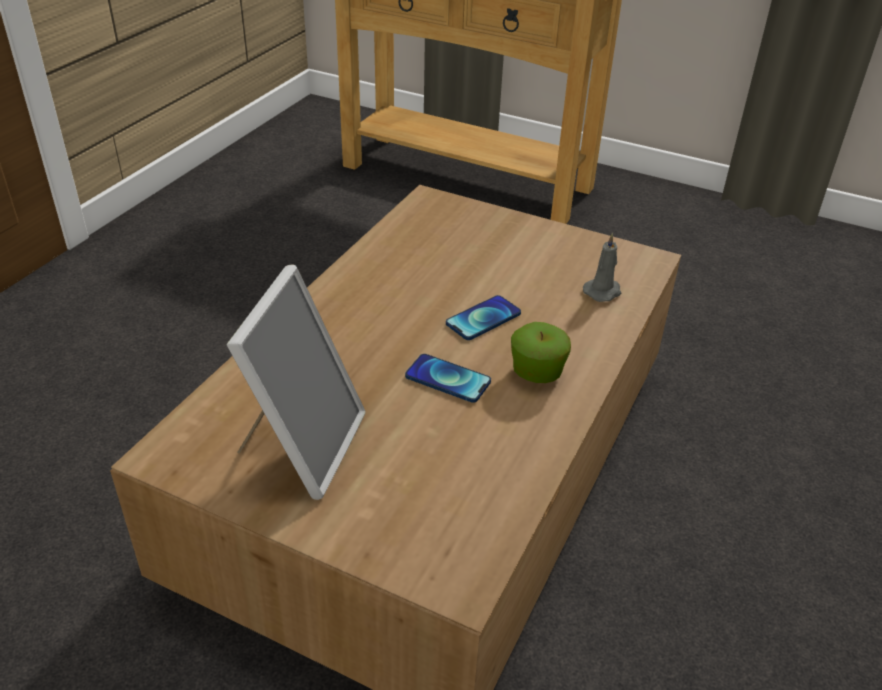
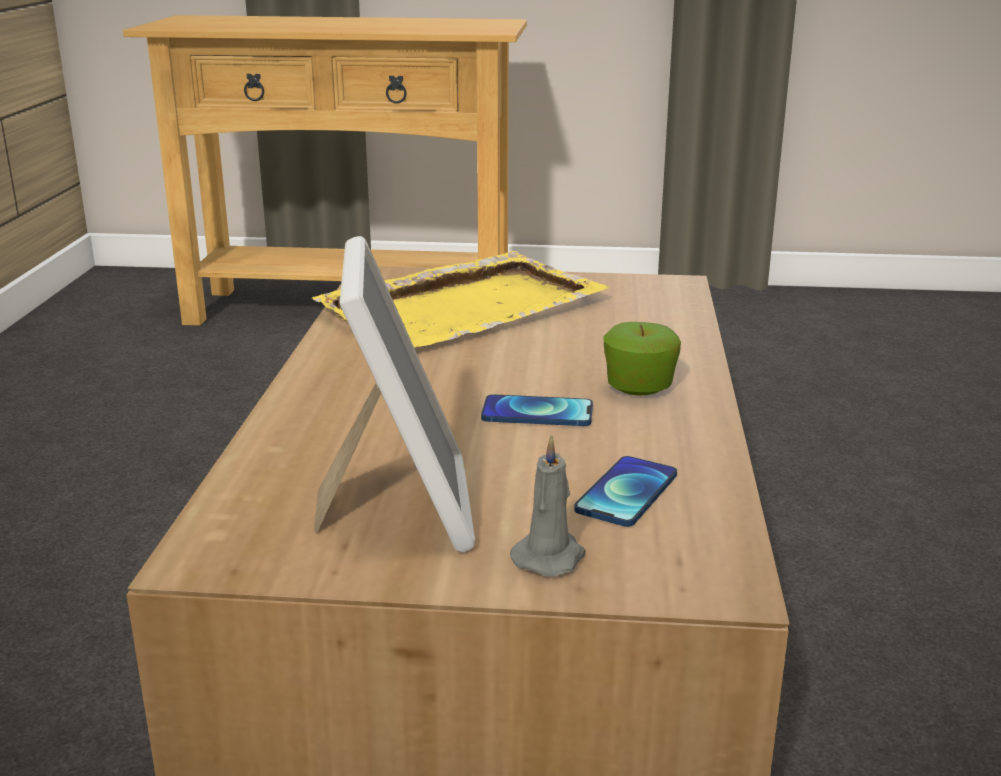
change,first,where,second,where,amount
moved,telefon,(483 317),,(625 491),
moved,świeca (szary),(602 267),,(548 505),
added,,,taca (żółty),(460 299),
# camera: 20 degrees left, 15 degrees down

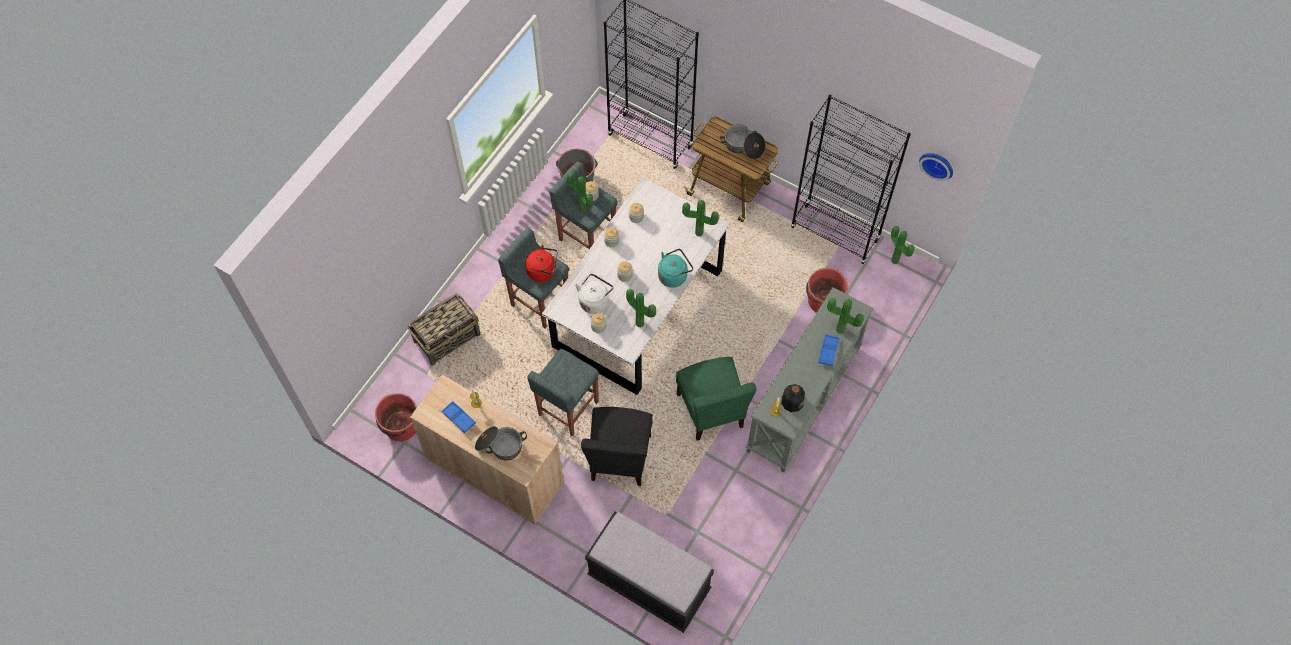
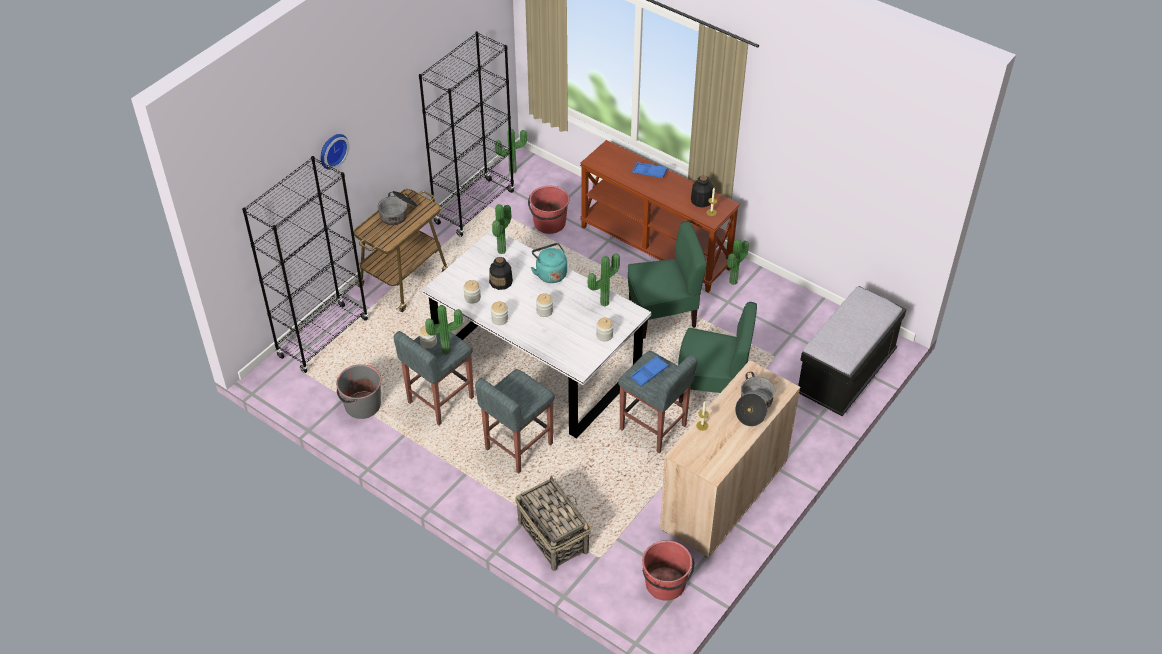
change,first,where,second,where,amount
moved,taca (niebieski),(459 417),,(649 371),
removed,czajnik (czerwony),(542 263),,,
removed,czajnik (biały),(594 294),,,
recoloured,krzesło (czarny),(617 446),krzesło (zielony),(717 352),
recoloured,stolik konsolowy (szary),(810 380),stolik konsolowy (brązowy),(660 216),
moved,roślina doniczkowa,(845 316),,(738 262),
moved,zegar ścienny,(936 167),,(335 152),
added,,,butelka,(501 273),
# camera: 85 degrees left, 15 degrees down

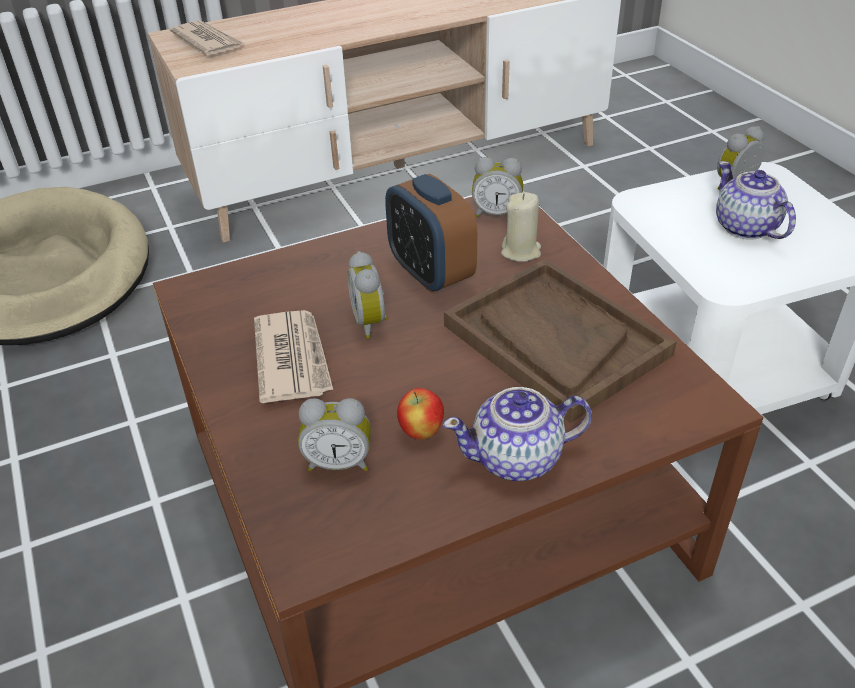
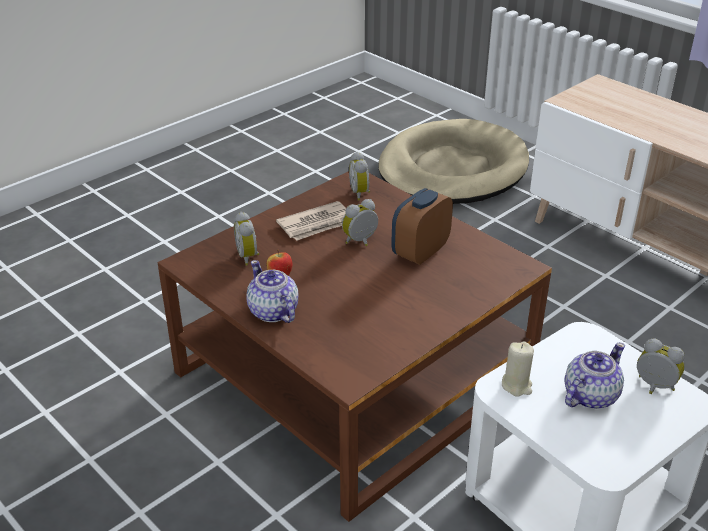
change,first,where,second,where,amount
removed,gazeta,(207 37),,,
removed,taca (brązowy),(560 341),,,
moved,budzik,(497 187),,(359 176),
moved,świeca (beżowy),(521 227),,(518 369),
# camera: 70 degrees right, 5 degrees down

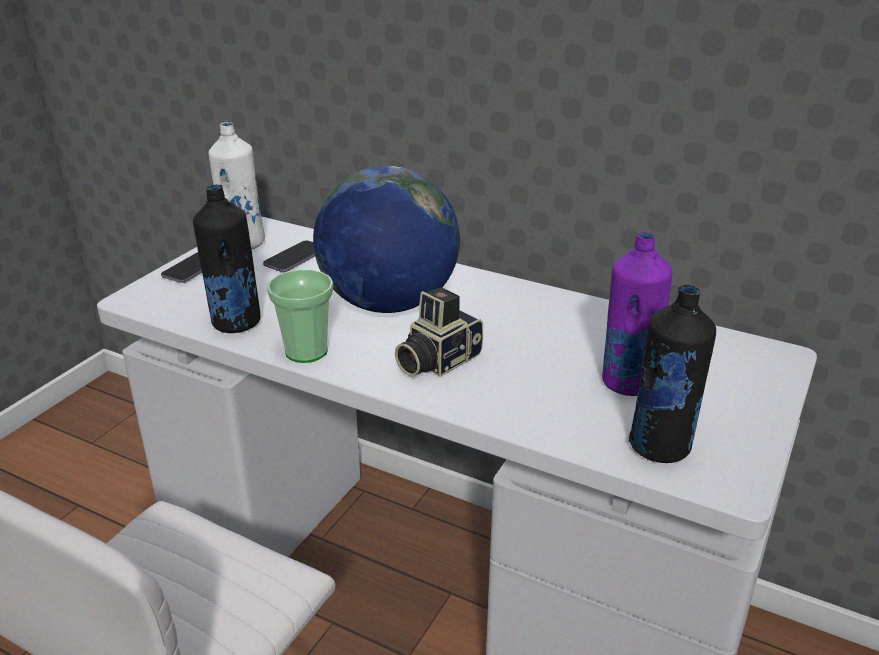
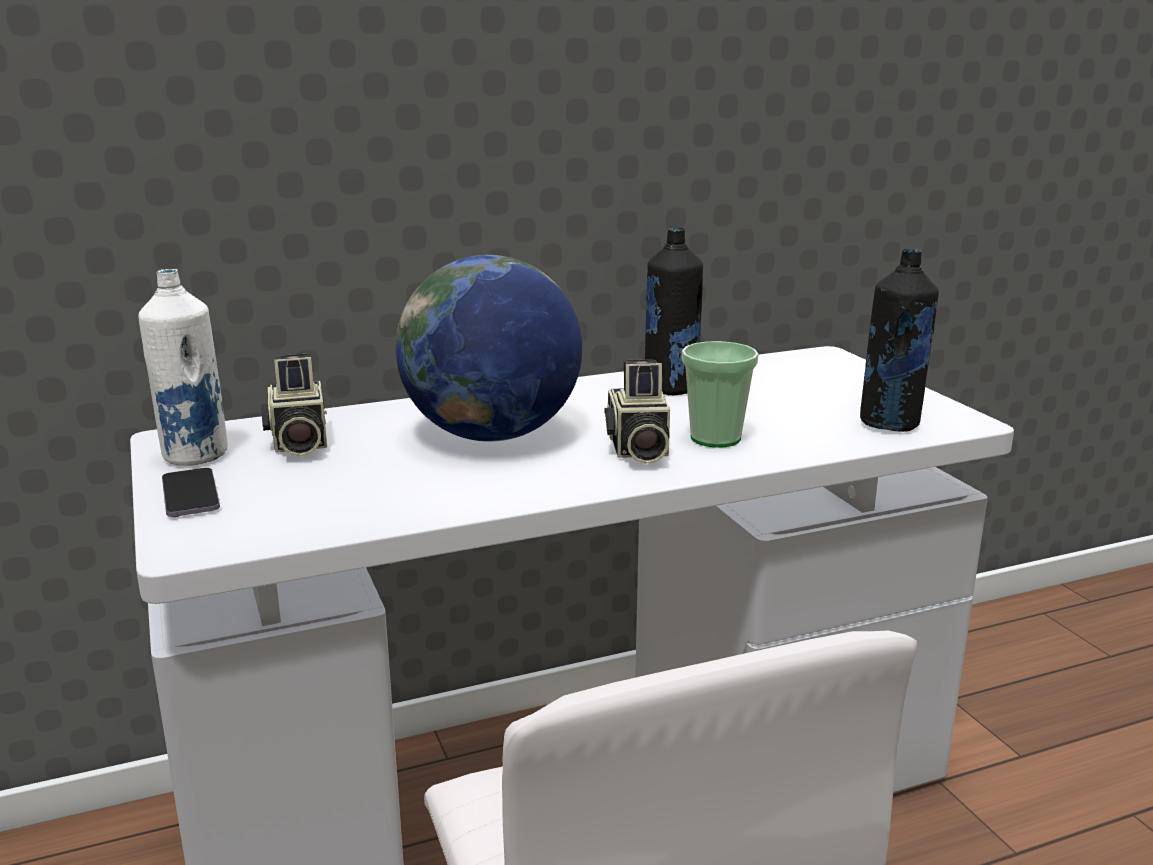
change,first,where,second,where,amount
moved,butelka (czarny),(226 258),,(674 311),
replaced,telefon,(289 256),aparat fotograficzny,(294 405),
moved,filiżanka,(300 316),,(720 394),
removed,butelka (fioletowy),(637 314),,,
# camera: 50 degrees left, 10 degrees down

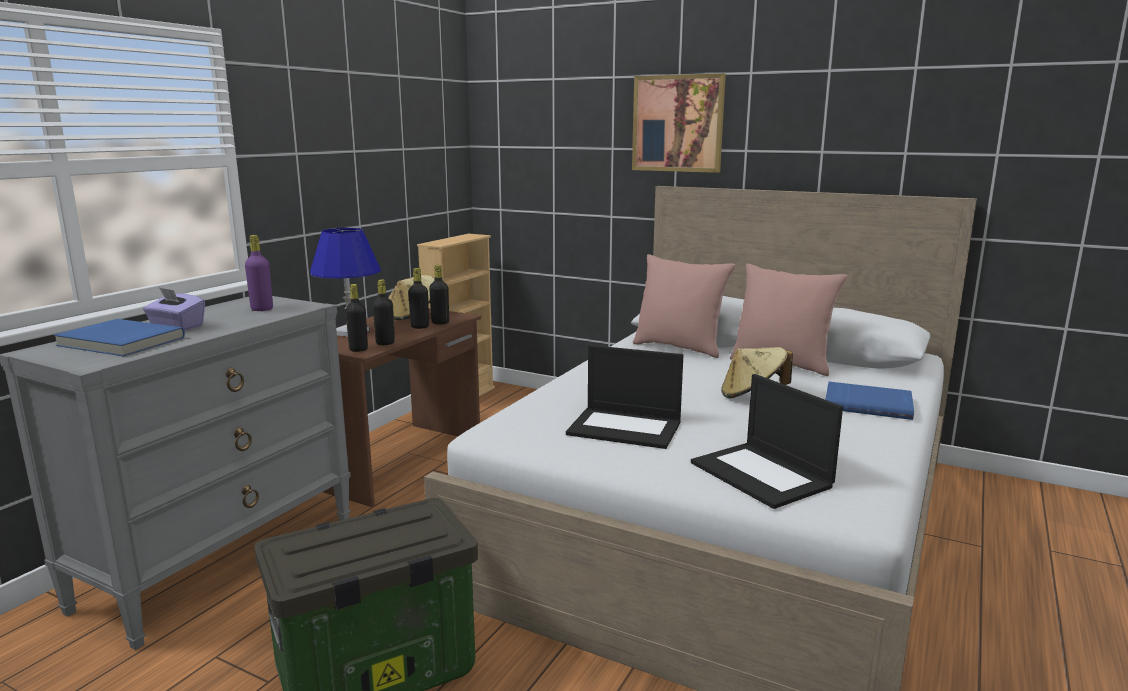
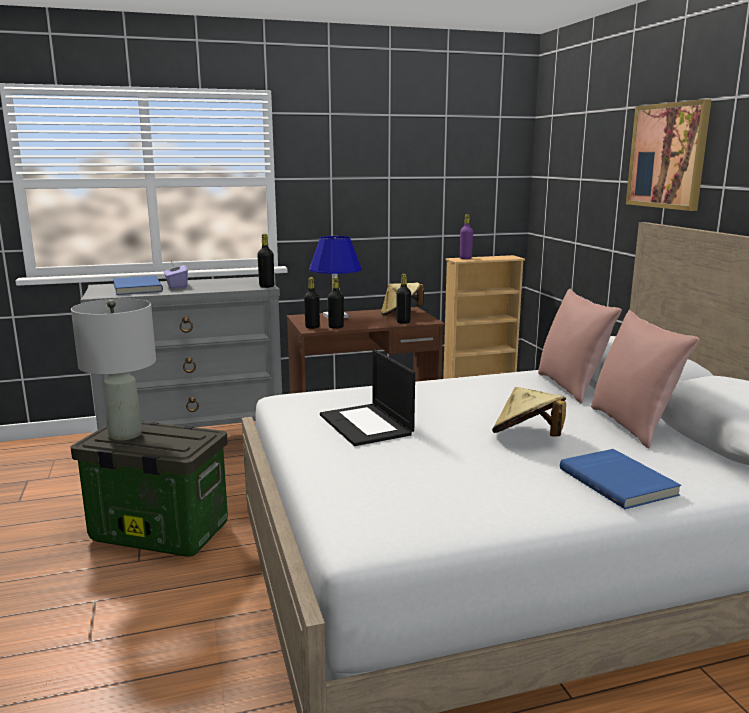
change,first,where,second,where,amount
moved,butelka (fioletowy),(259 273),,(466 236),
moved,butelka (czarny),(418 298),,(265 261),
removed,laptop,(767 441),,,
added,,,lampa stołowa (szary),(113 369),
# camera: 45 degrees right, 0 degrees up

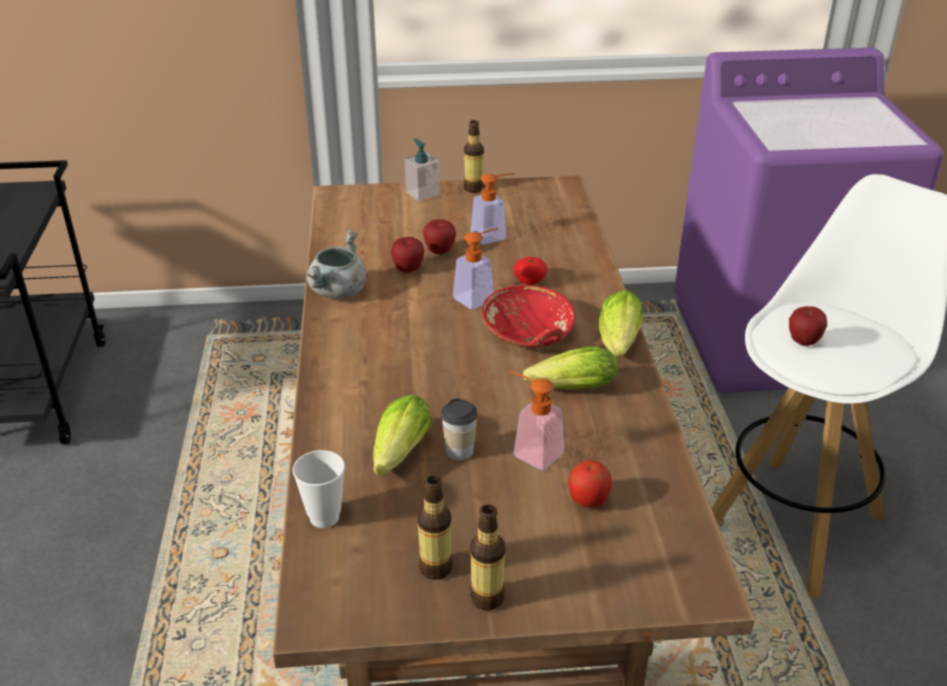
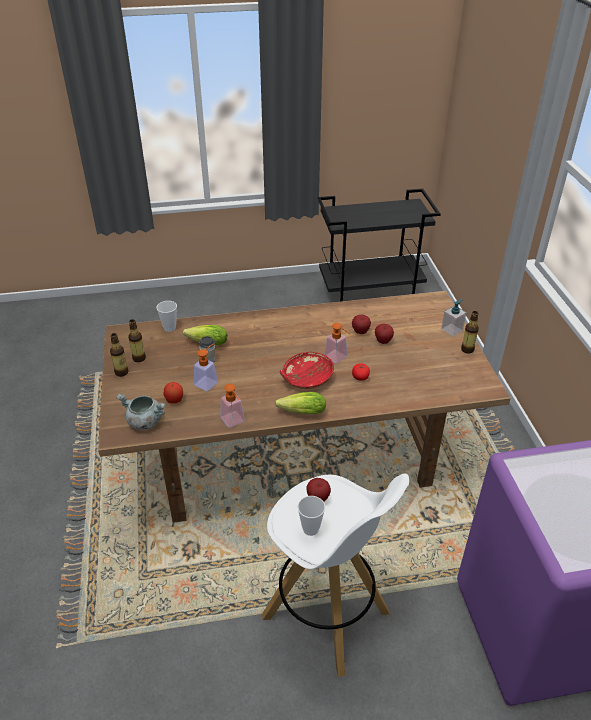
change,first,where,second,where,amount
moved,garnek (szary),(336 264),,(141 412),
moved,dozownik mydła,(493 208),,(232 405),
removed,sałata,(570 368),,,
added,,,filiżanka,(311 516),
# camera: 85 degrees right, 5 degrees up

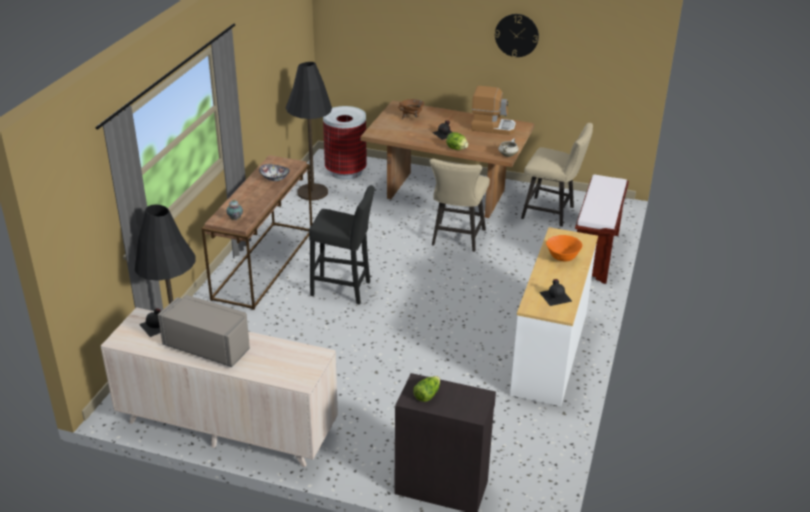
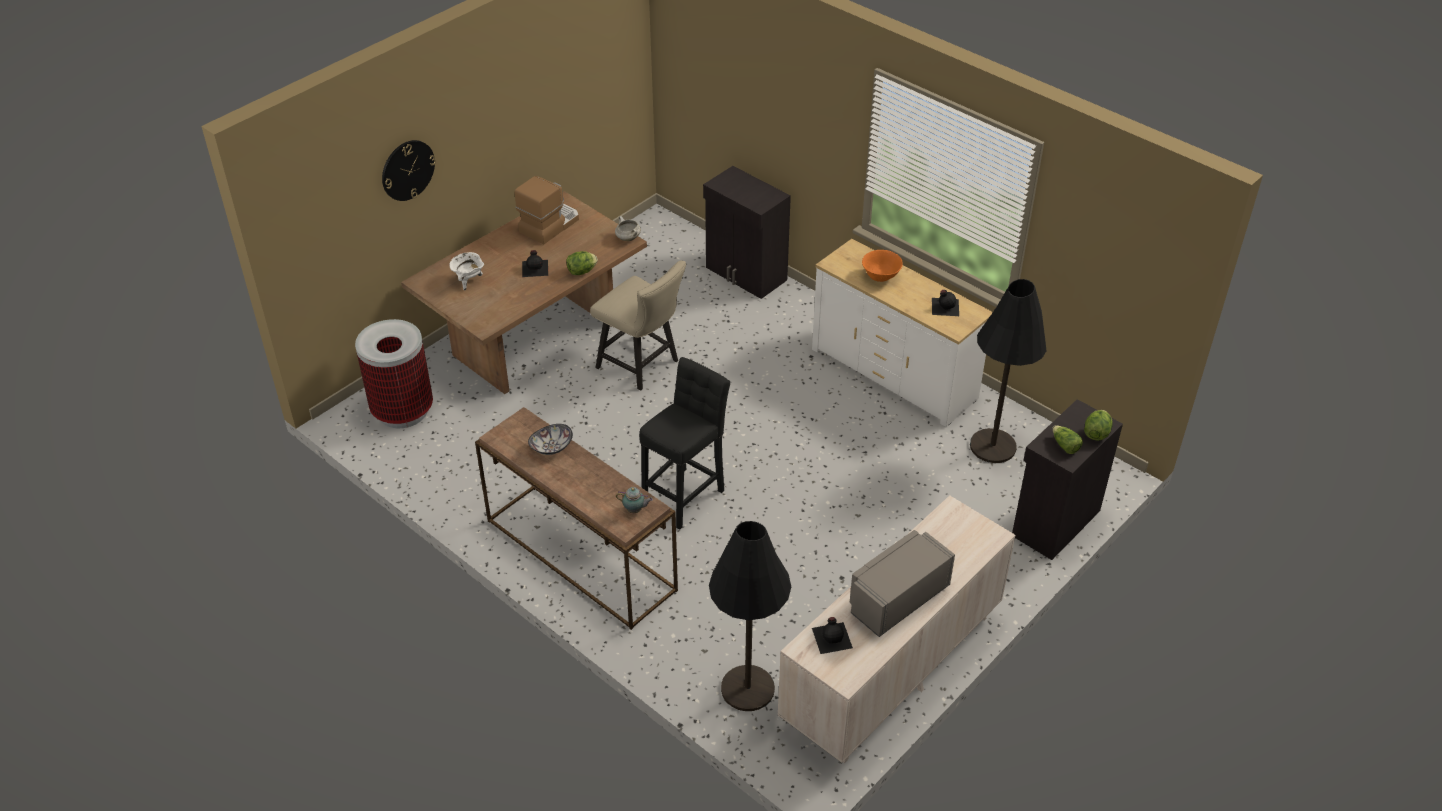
change,first,where,second,where,amount
moved,lampa stojąca (czarny),(309 131),,(1008 371),
recoloured,garnek (brązowy),(411 109),garnek (biały),(466 271),
moved,zegar ścienny,(517 35),,(409 170),
removed,krzesło (beżowy),(557 175),,,
replaced,ławka (brązowy),(602 229),szafka (czarny),(747 232),
added,,,sałata,(1098 425),
# camera: 65 degrees left, 10 degrees up

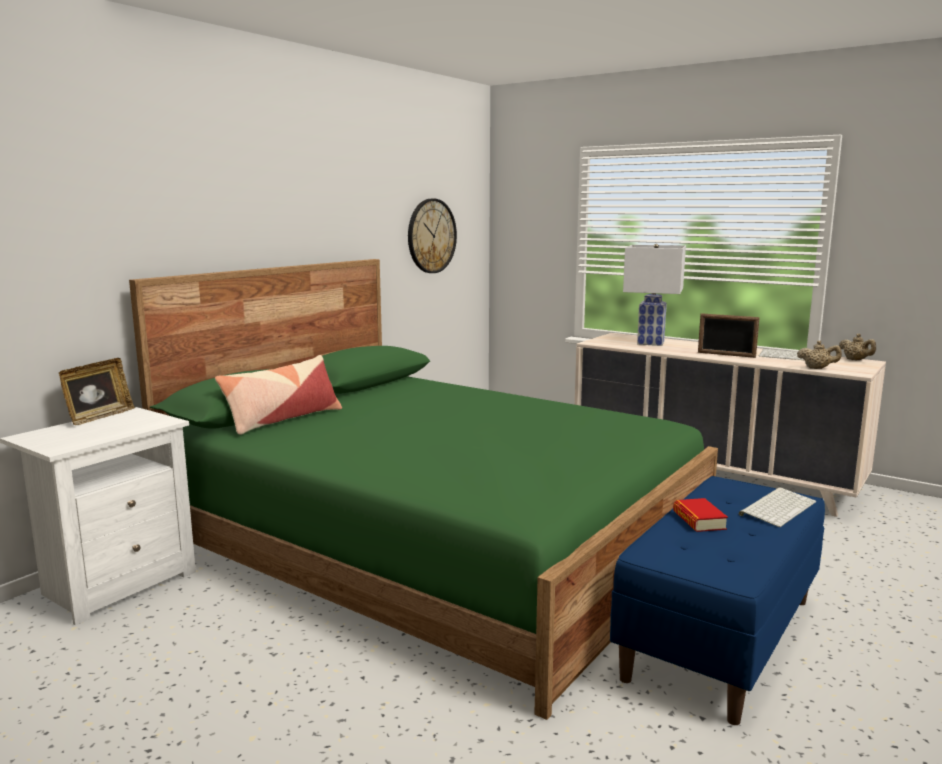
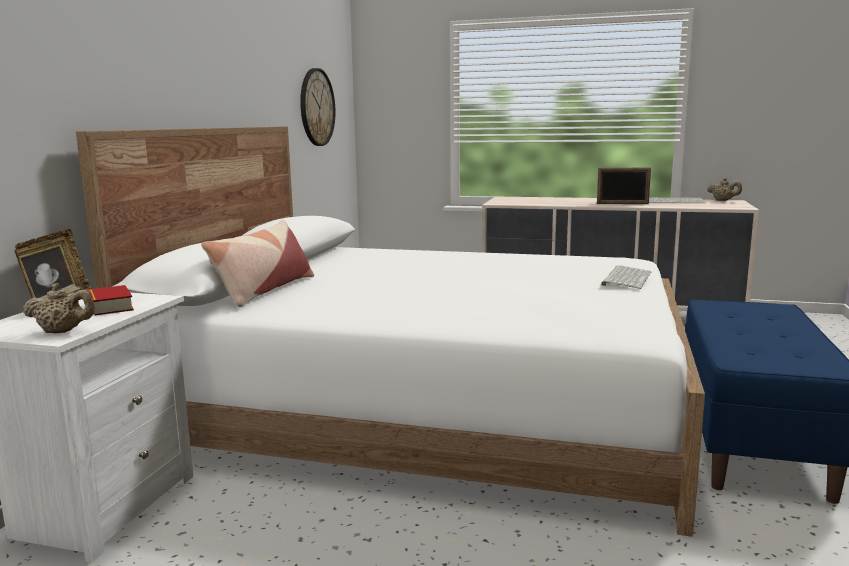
change,first,where,second,where,amount
recoloured,łóżko (zielony),(423 489),łóżko (biały),(390 331),
removed,lampa stołowa (biały),(654 295),,,
moved,książka,(700 515),,(111 300),
moved,klawiatura,(777 507),,(626 277),
moved,imbryk (beżowy),(819 355),,(59 308),
# camera: 20 degrees left, 0 degrees up

